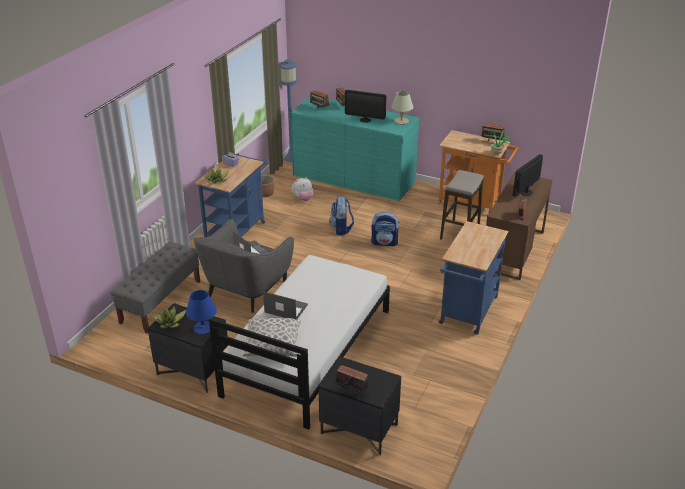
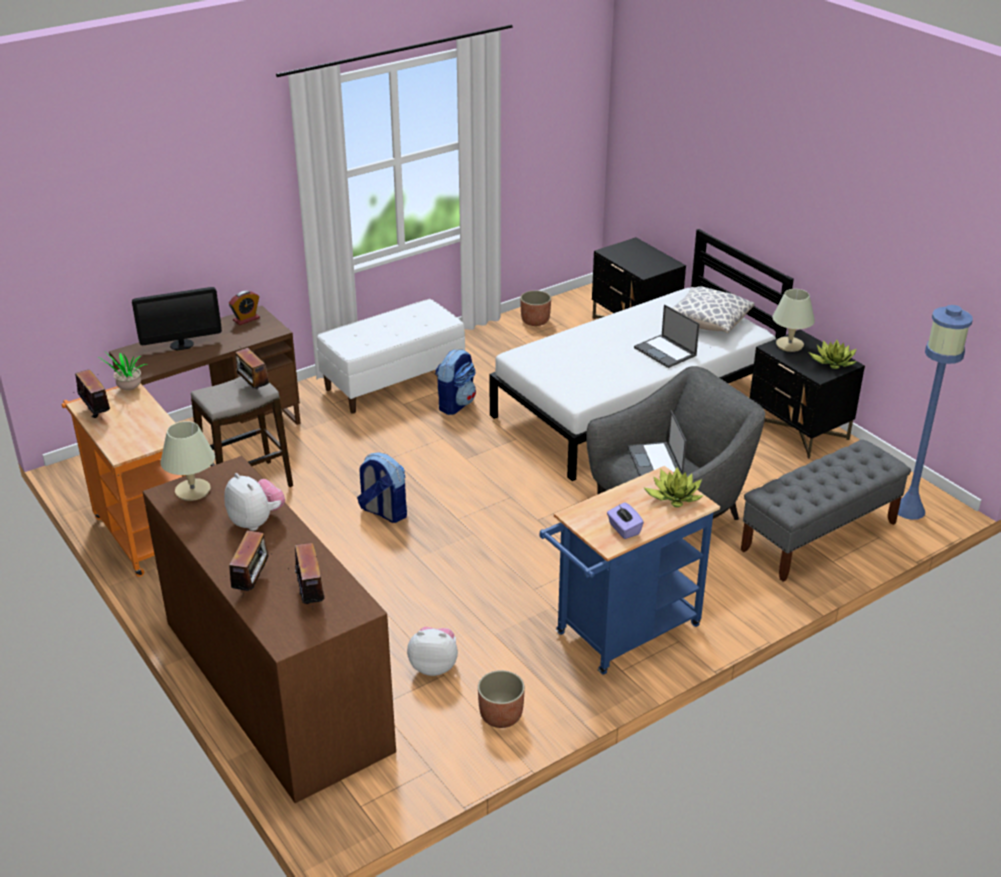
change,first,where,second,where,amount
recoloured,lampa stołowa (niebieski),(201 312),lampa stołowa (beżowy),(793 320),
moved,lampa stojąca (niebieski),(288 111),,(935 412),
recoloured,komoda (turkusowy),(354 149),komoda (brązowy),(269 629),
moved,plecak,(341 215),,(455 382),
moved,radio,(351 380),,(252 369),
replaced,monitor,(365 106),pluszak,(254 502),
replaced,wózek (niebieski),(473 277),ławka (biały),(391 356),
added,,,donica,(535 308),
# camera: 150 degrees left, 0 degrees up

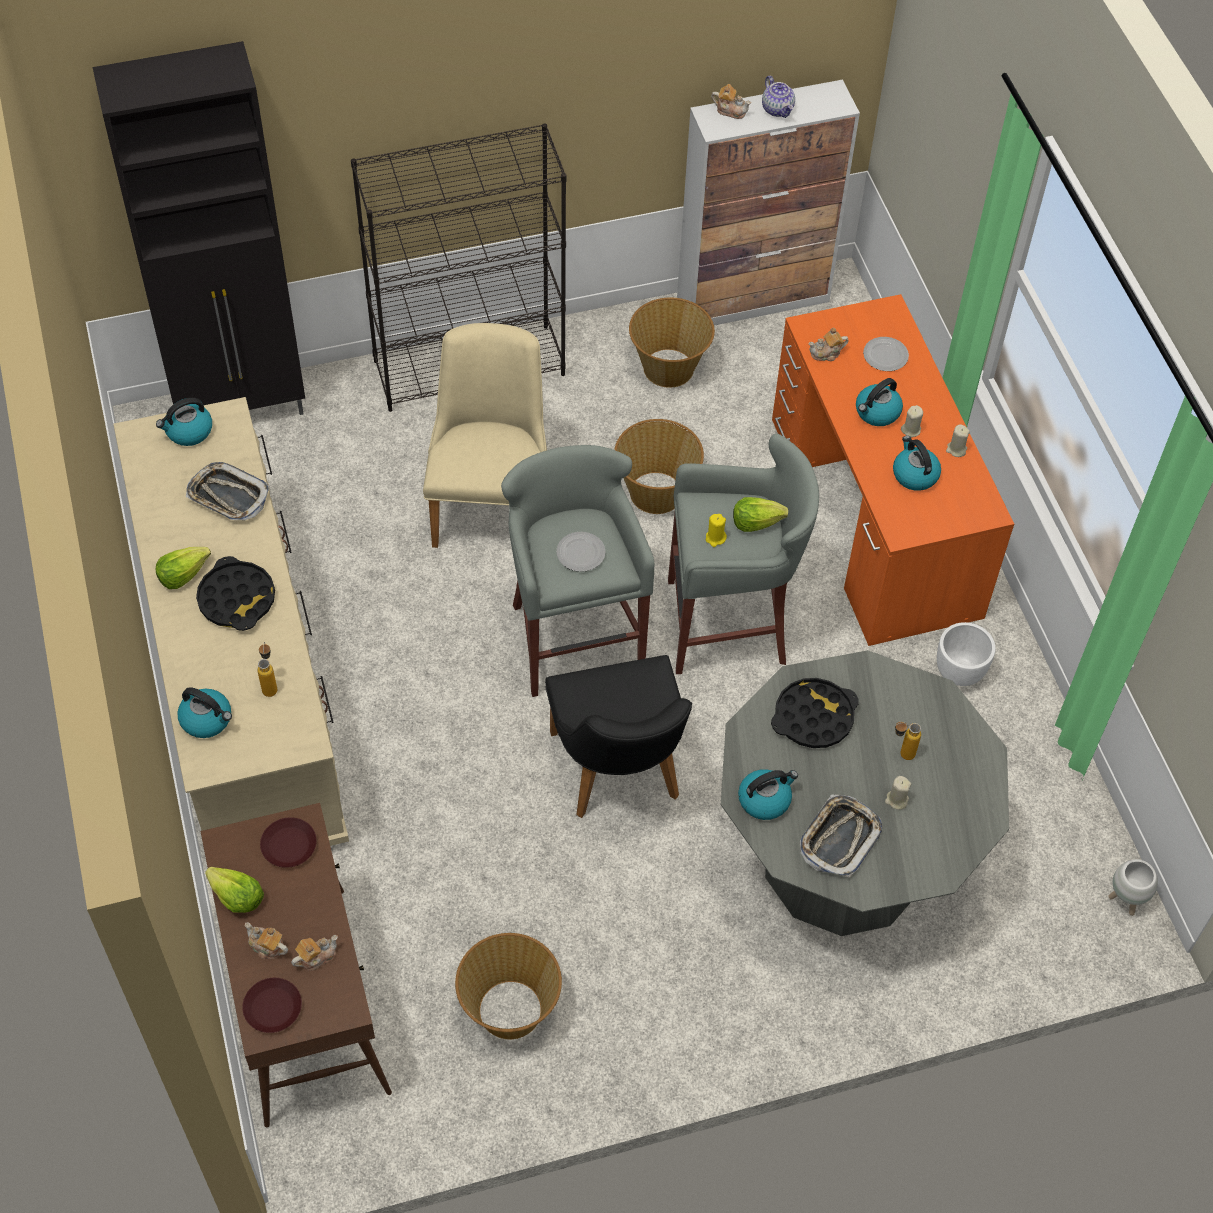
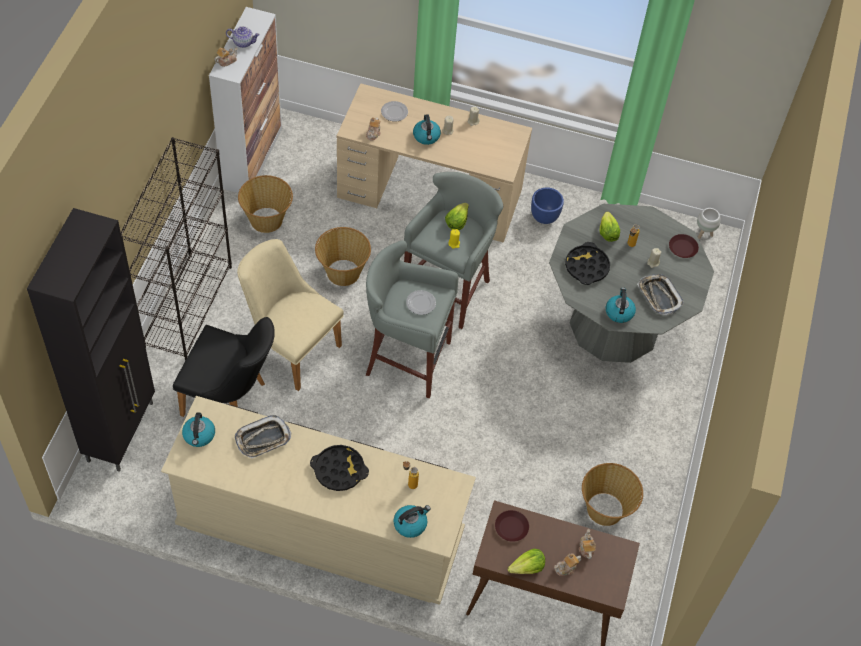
change,first,where,second,where,amount
moved,sałata,(183 568),,(610 226),
moved,talerz (brązowy),(272 1005),,(684 246),
moved,krzesło (czarny),(618 736),,(224 367),
recoloured,biurko (pomarańczowy),(893 470),biurko (beżowy),(434 163),
removed,czajnik,(917 463),,,
recoloured,donica (biały),(966 654),donica (niebieski),(547 205),
# camera: 60 degrees left, 0 degrees up

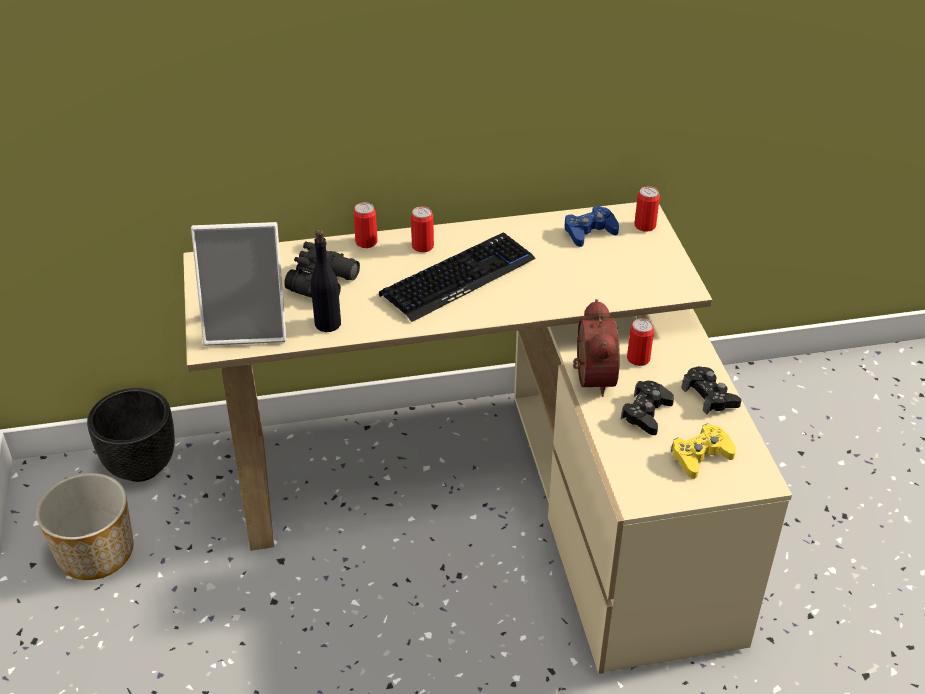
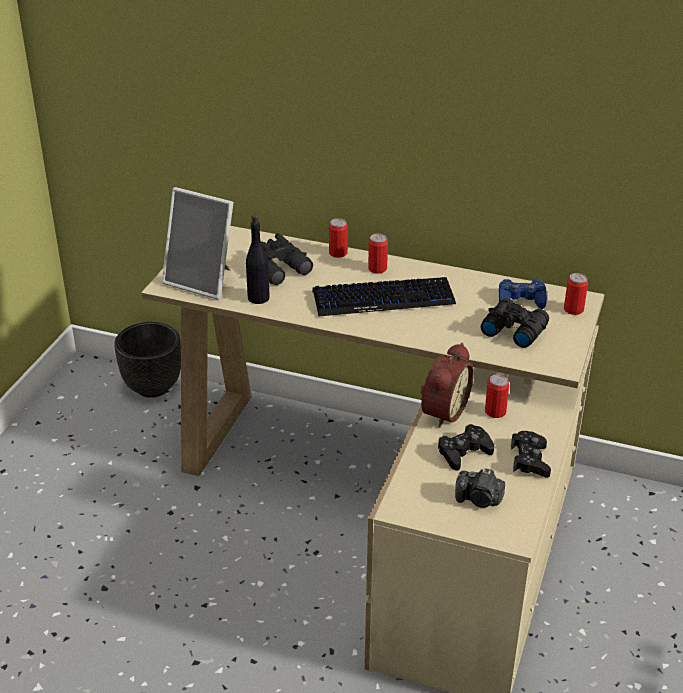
change,first,where,second,where,amount
removed,donica,(85 526),,,
replaced,pad do gier (żółty),(703 451),aparat fotograficzny,(480 488),
added,,,lornetka (czarny),(515 323),
# camera: 30 degrees right, 5 degrees down

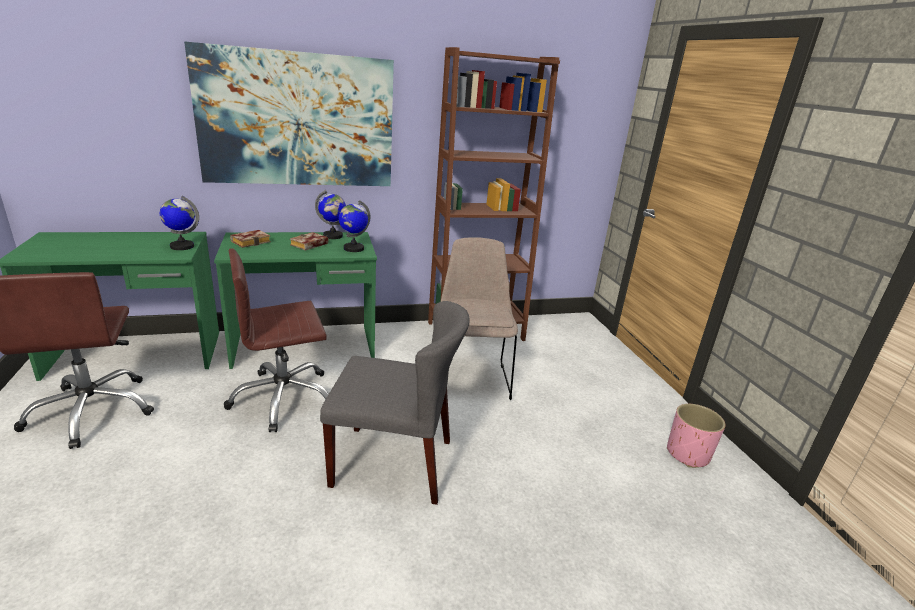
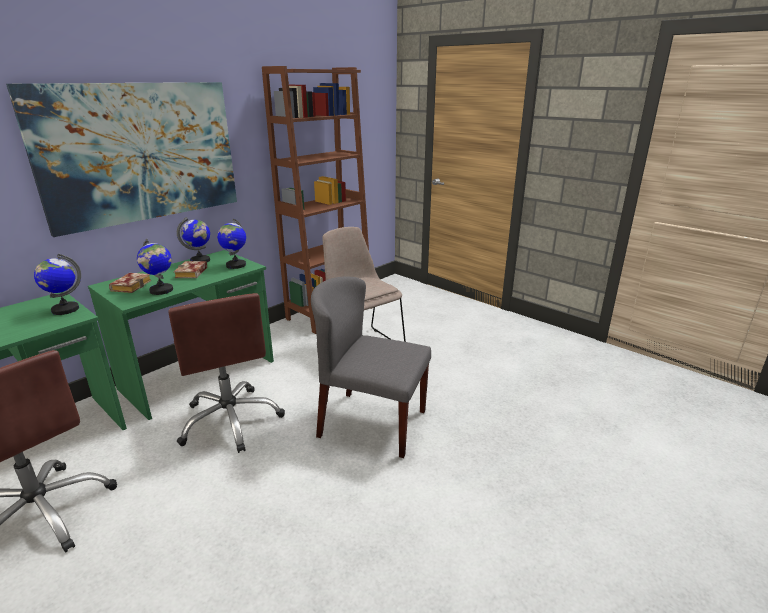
change,first,where,second,where,amount
turned,krzesło biurowe (brązowy),(276 340),,(226 373),60 degrees counterclockwise
turned,krzesło (szary),(395 403),,(371 367),135 degrees counterclockwise
removed,donica (różowy),(696 436),,,
added,,,globus,(155 267),
# camera: 30 degrees left, 0 degrees up

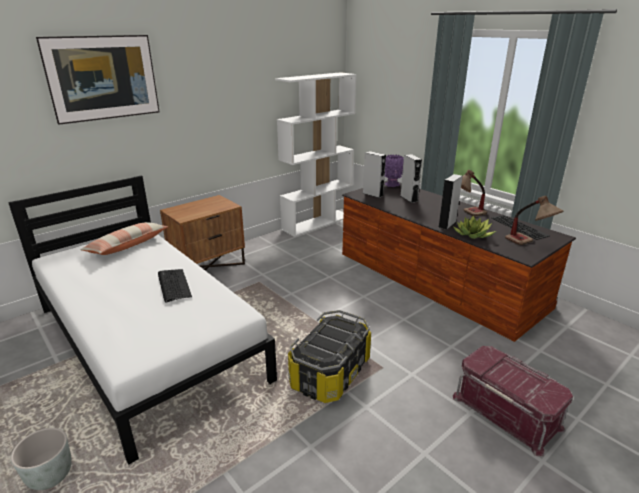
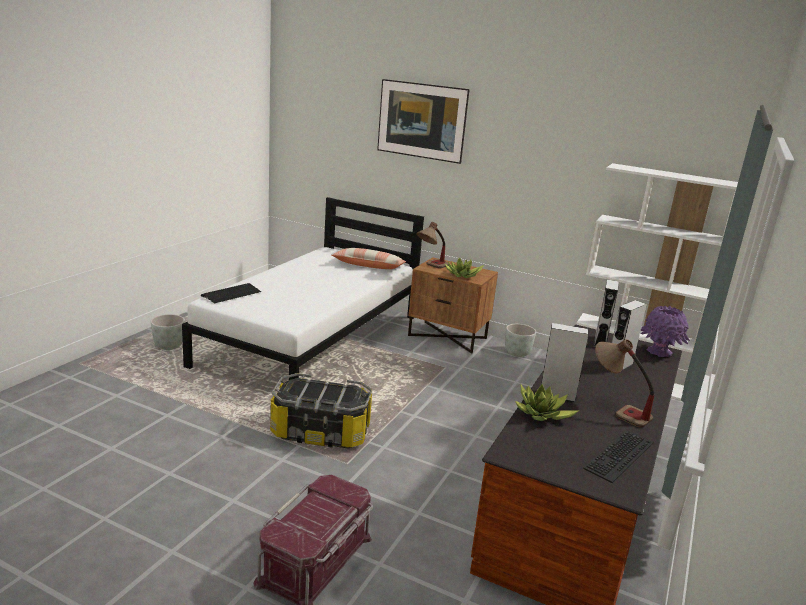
change,first,where,second,where,amount
moved,klawiatura,(175 286),,(231 293),
moved,lampa stołowa,(534 220),,(432 245),
added,,,roślina doniczkowa,(464 268),
added,,,donica (szary),(520 340),
# camera: 65 degrees right, 5 degrees down

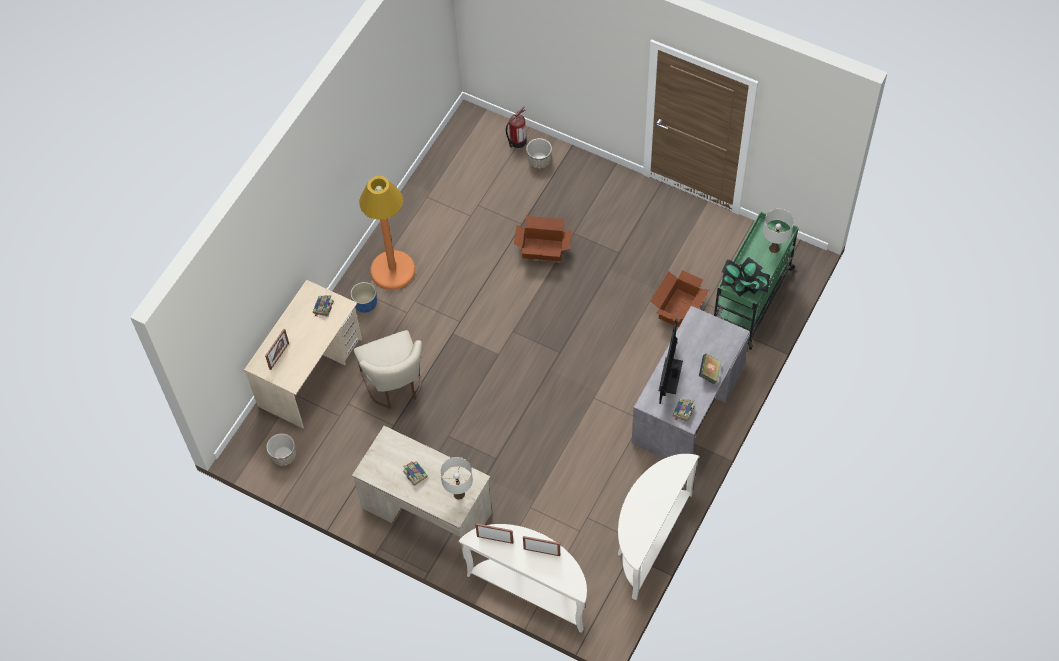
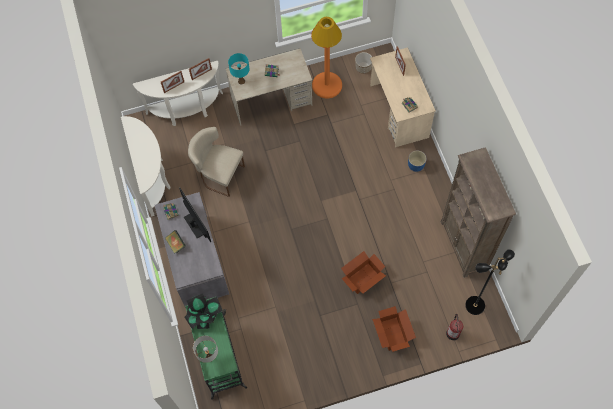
change,first,where,second,where,amount
moved,krzesło (beżowy),(388 369),,(216 162),
moved,lampa stojąca (pomarańczowy),(387 233),,(326 57),
recoloured,lampa stołowa (biały),(456 478),lampa stołowa (turkusowy),(238 69),
removed,donica,(539 153),,,
moved,karton,(680 299),,(394 329),
added,,,regał (brązowy),(478 212),
added,,,lampa stojąca (czarny),(490 282),
# camera: 135 degrees right, 5 degrees up

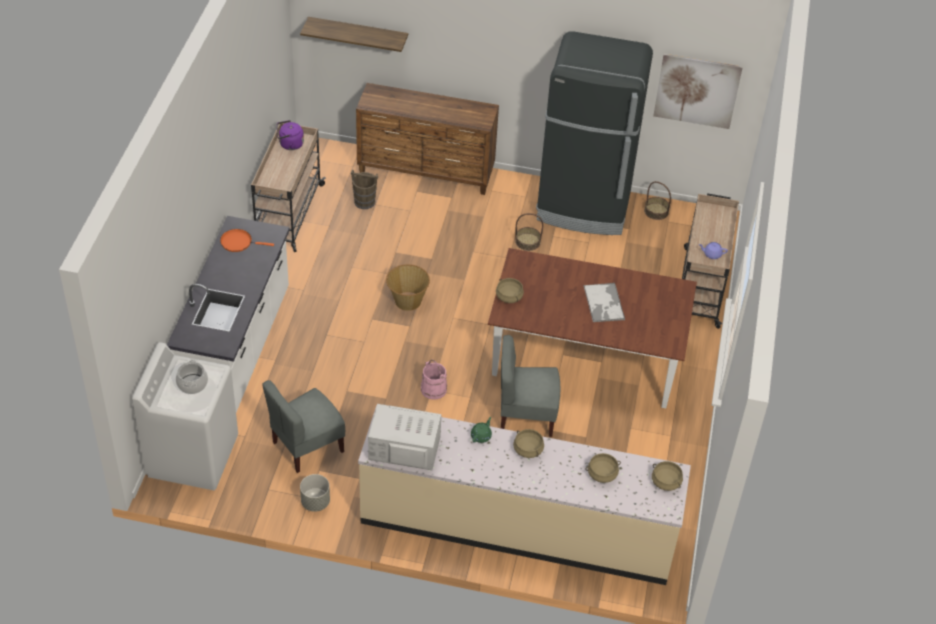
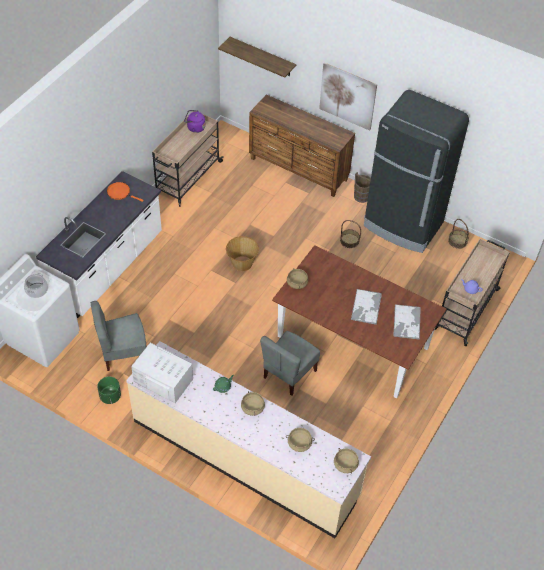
change,first,where,second,where,amount
recoloured,donica (szary),(315 493),donica (zielony),(109 390),
moved,wiadro (brązowy),(364 189),,(362 187),
removed,wiadro (różowy),(434 379),,,
turned,krzesło (szary),(531 386),,(290 363),75 degrees counterclockwise
moved,obraz,(698 91),,(348 97),
added,,,taca,(407 321),
# camera: 20 degrees right, 5 degrees up

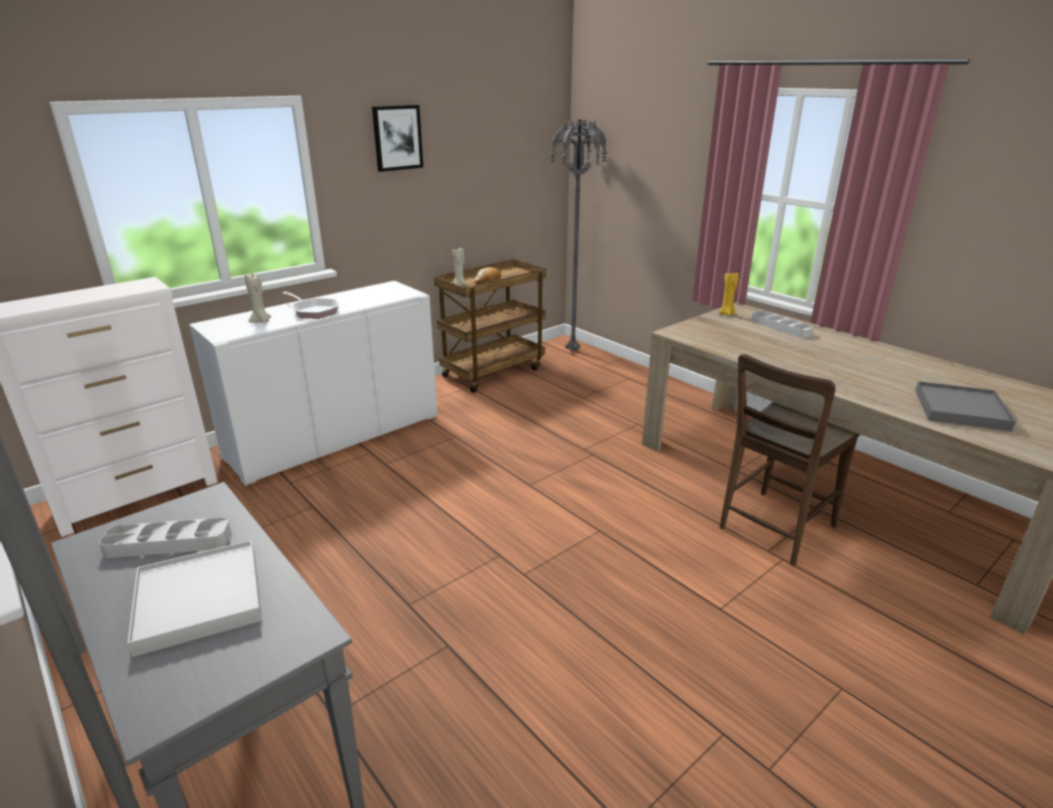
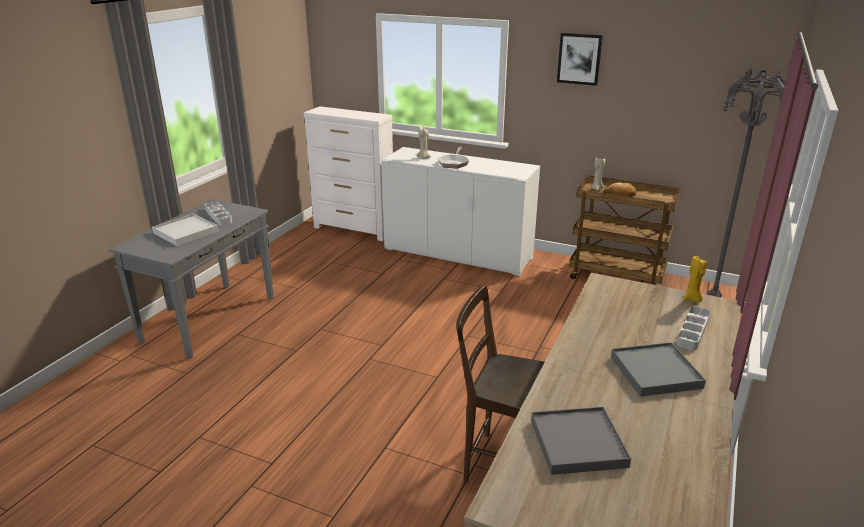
change,first,where,second,where,amount
added,,,taca (szary),(658 369),
# camera: 65 degrees right, 0 degrees up

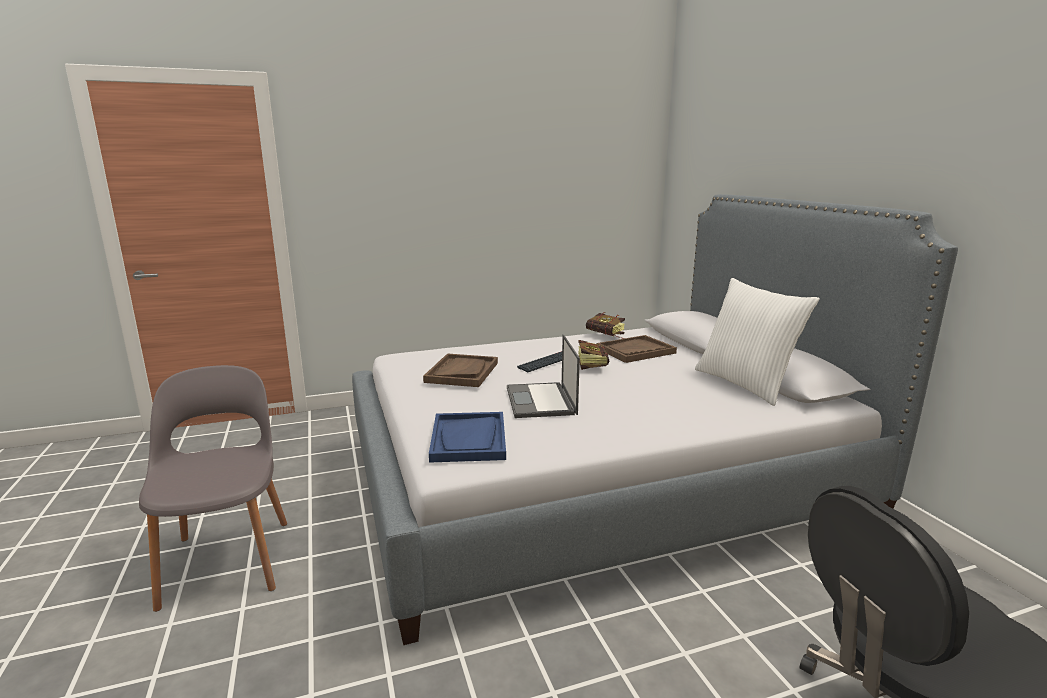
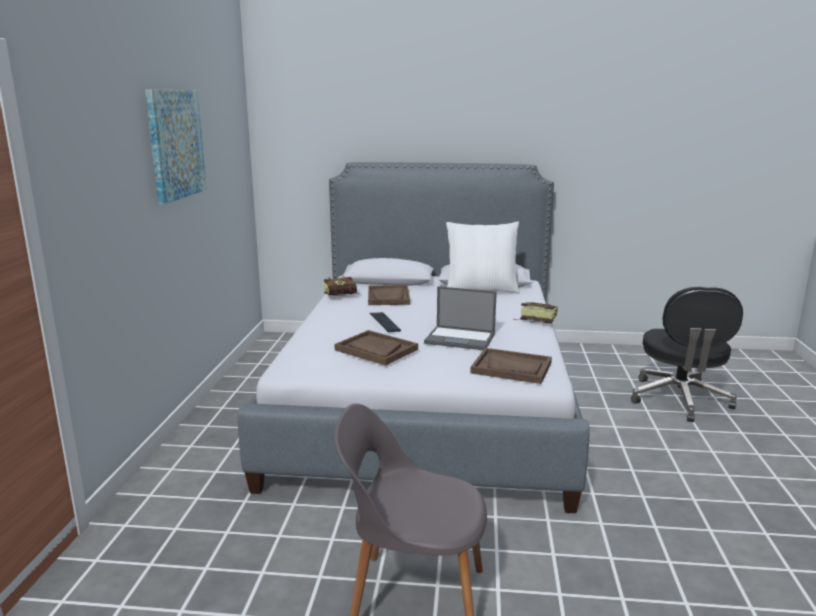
change,first,where,second,where,amount
recoloured,taca (niebieski),(467 437),taca (brązowy),(511 366),
moved,książka,(593 355),,(535 313),
added,,,obraz,(176 146),
# camera: 65 degrees left, 0 degrees up

